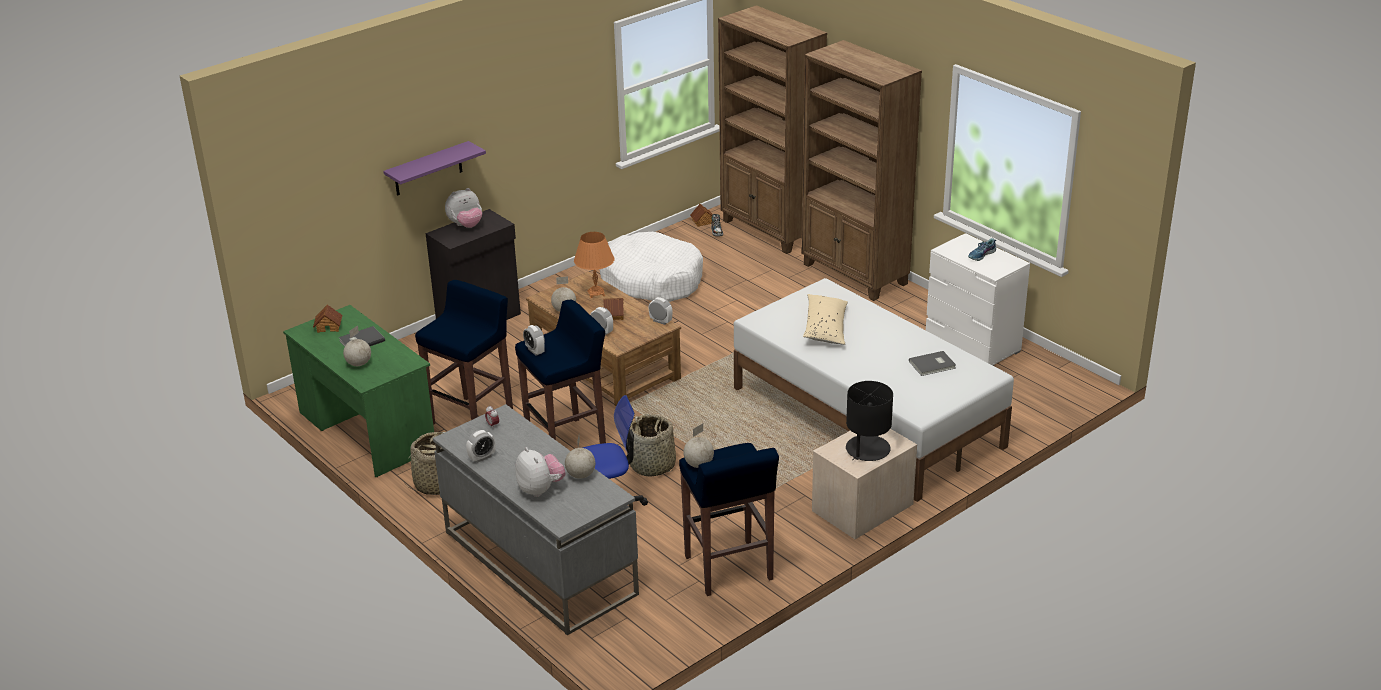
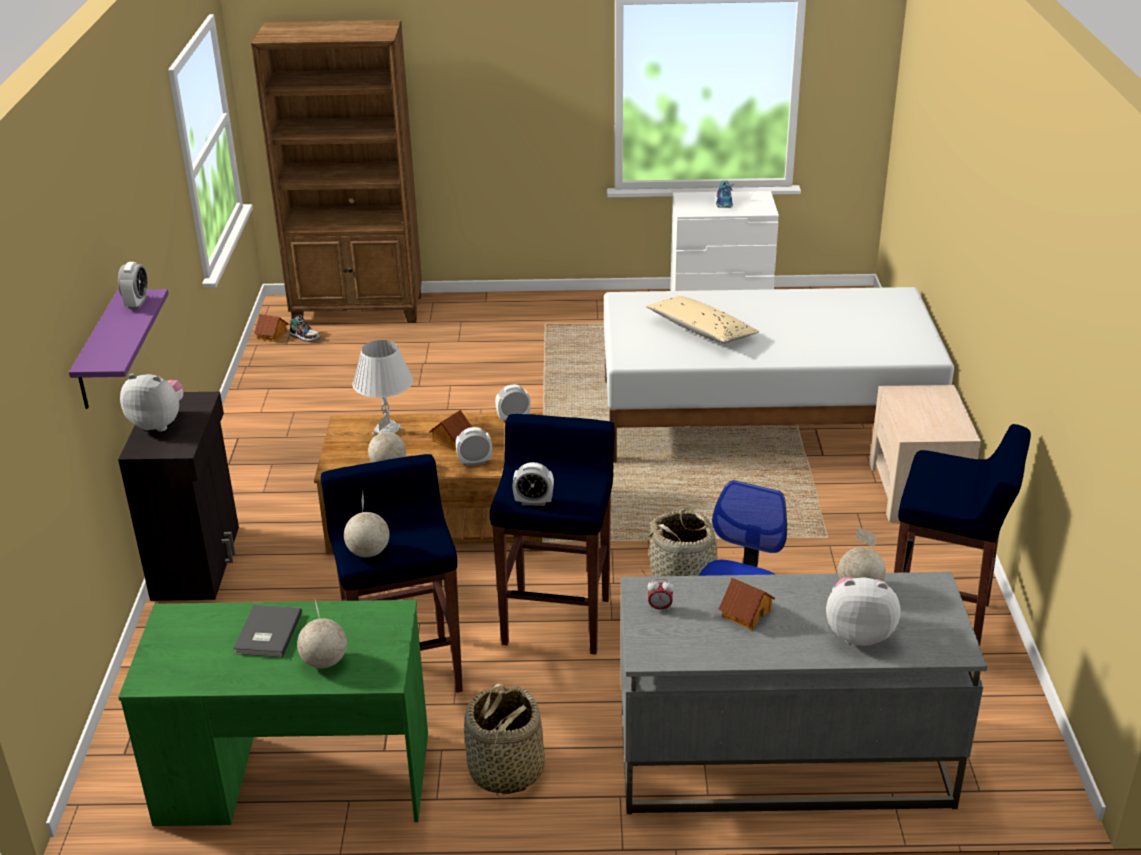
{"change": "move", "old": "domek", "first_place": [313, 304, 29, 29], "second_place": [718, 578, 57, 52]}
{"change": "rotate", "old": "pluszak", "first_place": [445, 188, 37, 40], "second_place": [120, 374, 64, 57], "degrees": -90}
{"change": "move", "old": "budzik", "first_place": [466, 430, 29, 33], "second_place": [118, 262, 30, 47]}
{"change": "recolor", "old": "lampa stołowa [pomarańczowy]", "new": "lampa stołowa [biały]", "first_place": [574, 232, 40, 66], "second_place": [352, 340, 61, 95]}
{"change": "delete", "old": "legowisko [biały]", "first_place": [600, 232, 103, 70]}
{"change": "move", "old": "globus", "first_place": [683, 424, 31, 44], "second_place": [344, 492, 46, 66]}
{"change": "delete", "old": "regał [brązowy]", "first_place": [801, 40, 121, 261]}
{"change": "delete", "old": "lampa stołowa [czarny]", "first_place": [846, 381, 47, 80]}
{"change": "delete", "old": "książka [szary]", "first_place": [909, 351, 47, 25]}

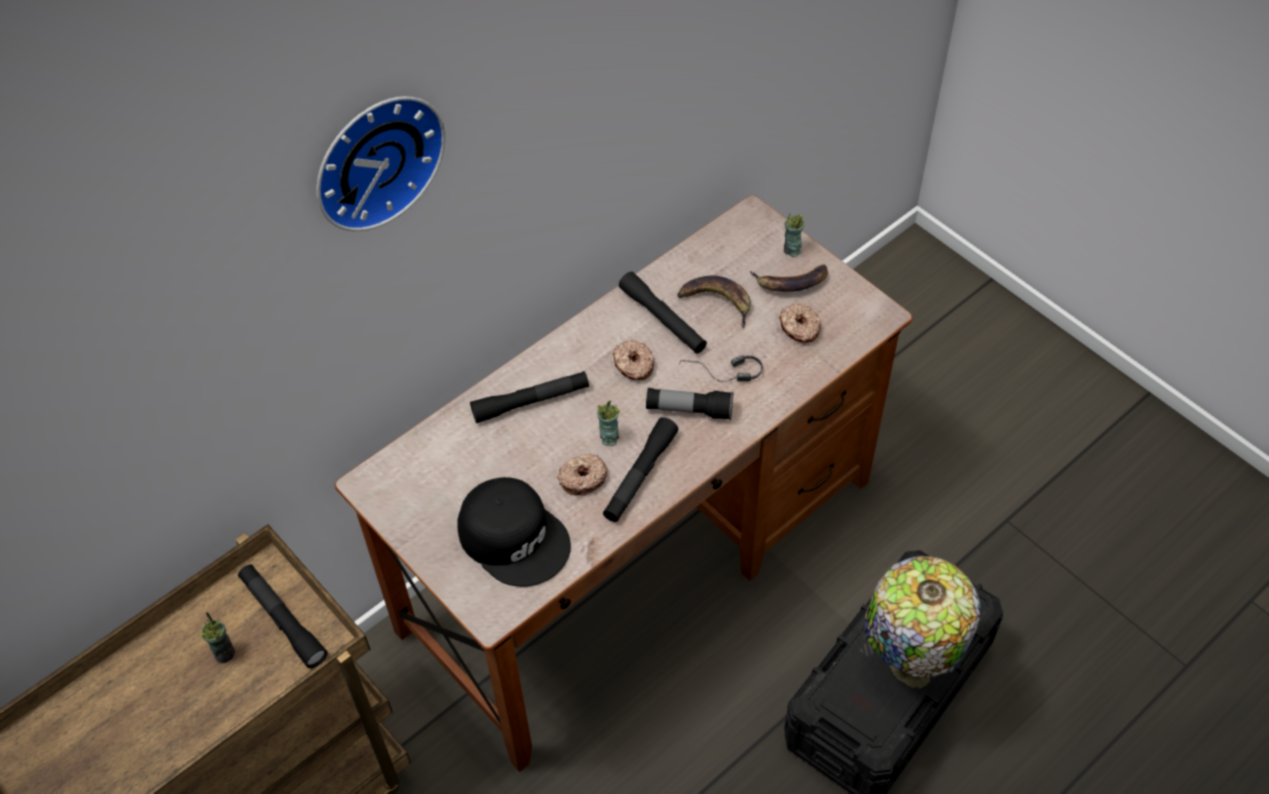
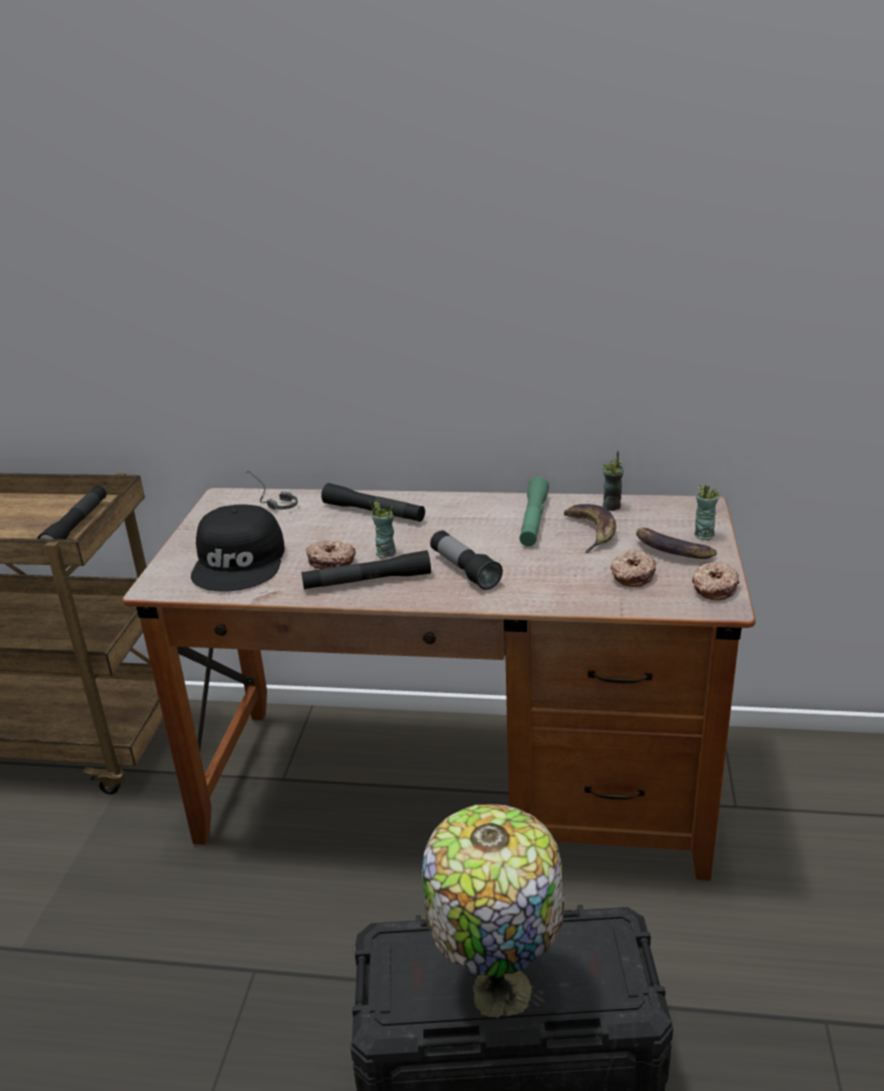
{"change": "move", "old": "filiżanka", "first_place": [199, 612, 36, 51], "second_place": [603, 451, 21, 60]}
{"change": "delete", "old": "zegar ścienny", "first_place": [317, 96, 128, 135]}
{"change": "move", "old": "donut", "first_place": [613, 340, 41, 40], "second_place": [692, 562, 47, 38]}
{"change": "recolor", "old": "latarka [czarny]", "new": "latarka [zielony]", "first_place": [619, 272, 88, 82], "second_place": [520, 477, 29, 69]}
{"change": "move", "old": "słuchawki", "first_place": [679, 355, 84, 27], "second_place": [245, 471, 53, 39]}

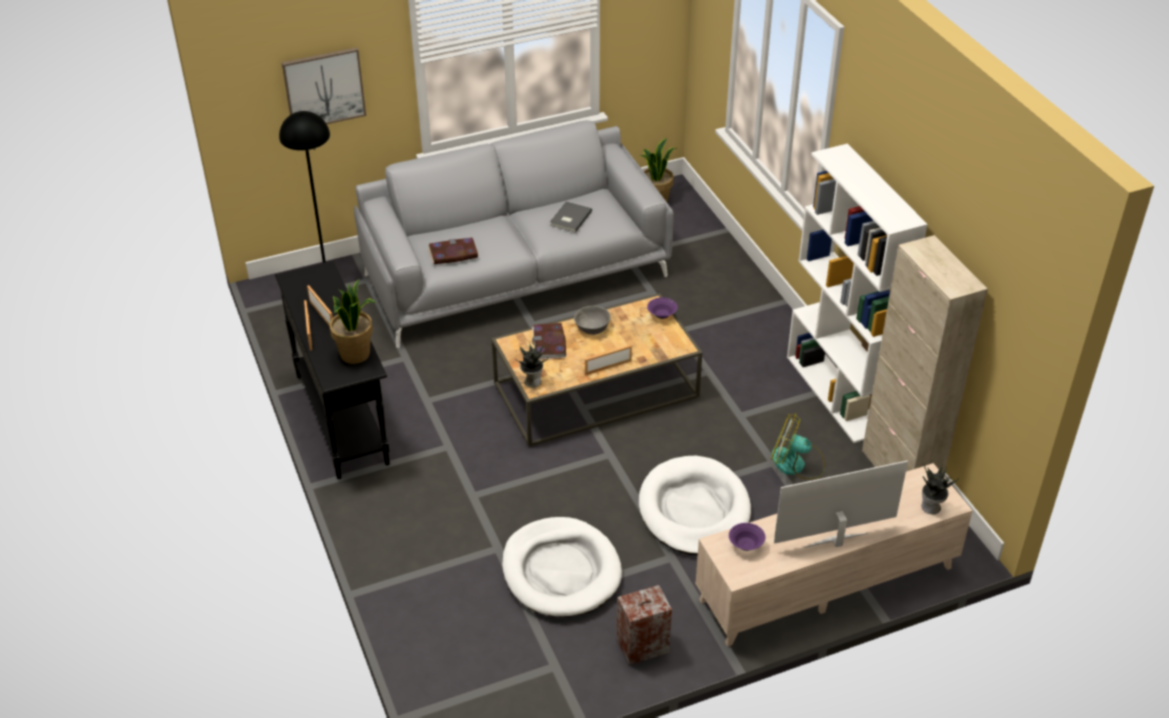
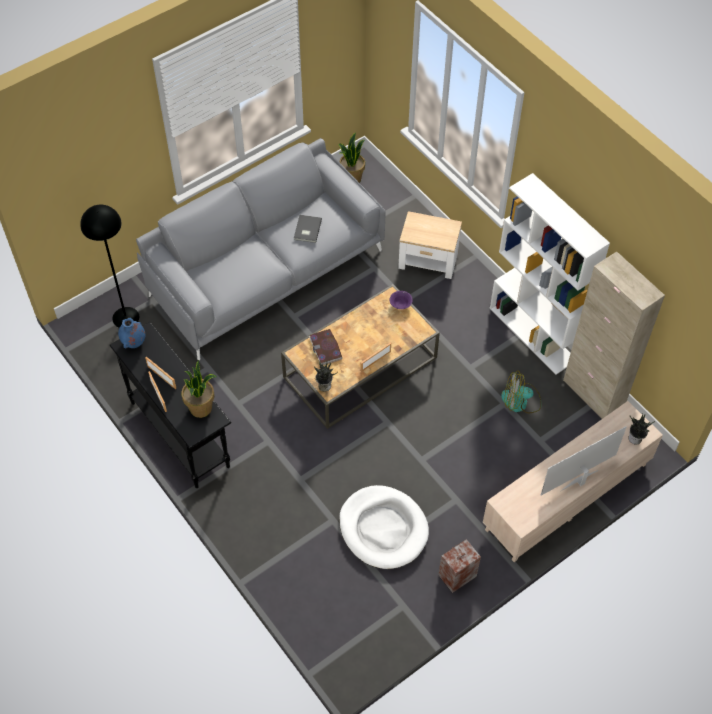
{"change": "delete", "old": "obraz", "first_place": [282, 47, 84, 77]}
{"change": "delete", "old": "książka", "first_place": [428, 237, 51, 27]}
{"change": "delete", "old": "miska [szary]", "first_place": [574, 306, 36, 29]}
{"change": "delete", "old": "legowisko [biały]", "first_place": [639, 456, 112, 100]}
{"change": "delete", "old": "miska [fioletowy]", "first_place": [729, 523, 37, 28]}
{"change": "insert", "new": "wazon [niebieski]", "second_place": [118, 318, 27, 30]}
{"change": "insert", "new": "stolik", "second_place": [398, 211, 64, 68]}

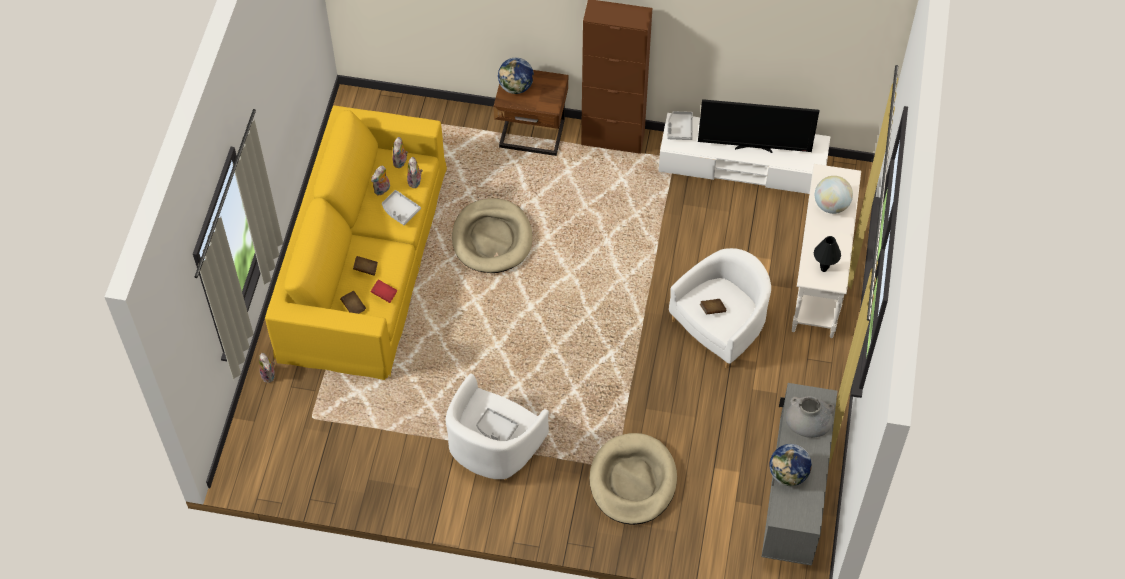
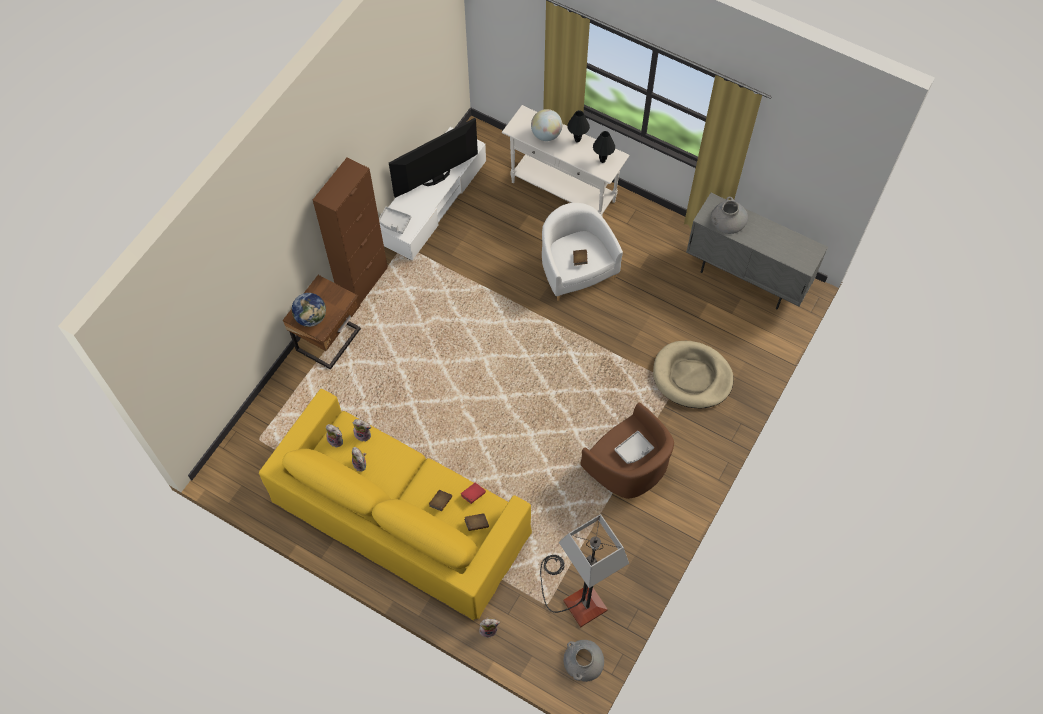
{"change": "delete", "old": "taca [szary]", "first_place": [382, 190, 39, 35]}
{"change": "recolor", "old": "fotel [biały]", "new": "fotel [brązowy]", "first_place": [446, 373, 103, 107], "second_place": [580, 402, 94, 97]}
{"change": "delete", "old": "legowisko [beżowy]", "first_place": [452, 198, 81, 75]}
{"change": "rotate", "old": "telewizor", "first_place": [698, 99, 121, 54], "second_place": [389, 118, 89, 80], "degrees": -150}
{"change": "delete", "old": "globus", "first_place": [769, 444, 43, 42]}
{"change": "insert", "new": "lampa stojąca", "second_place": [540, 514, 89, 113]}
{"change": "insert", "new": "wazon [szary]", "second_place": [563, 640, 41, 42]}
{"change": "insert", "new": "lampa stołowa [czarny]", "second_place": [567, 110, 23, 33]}

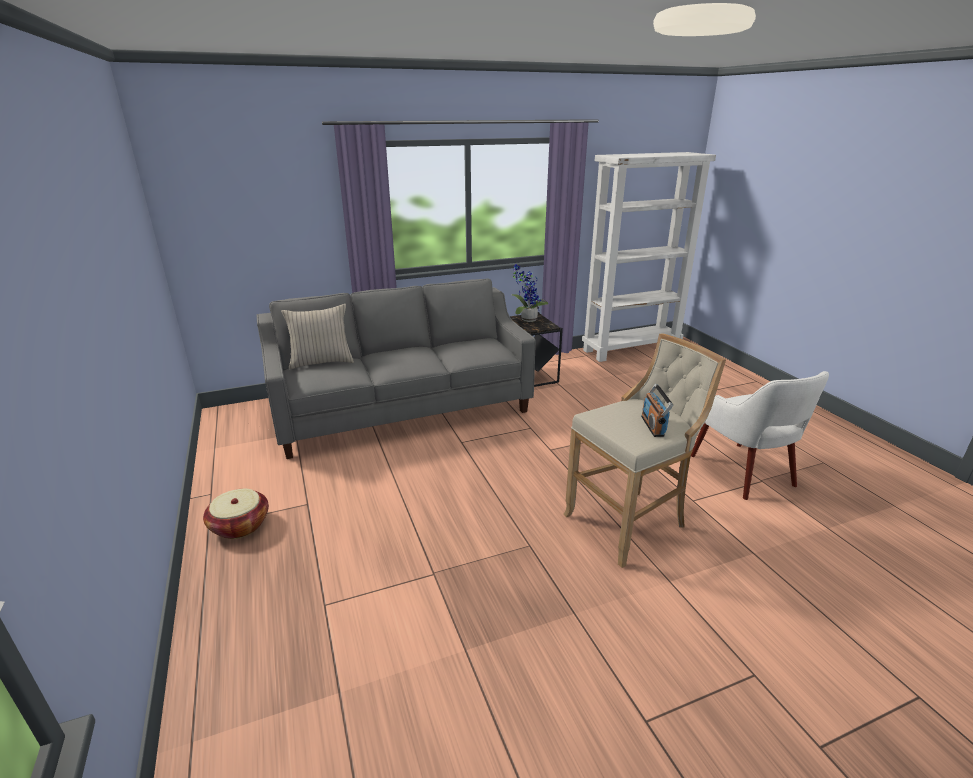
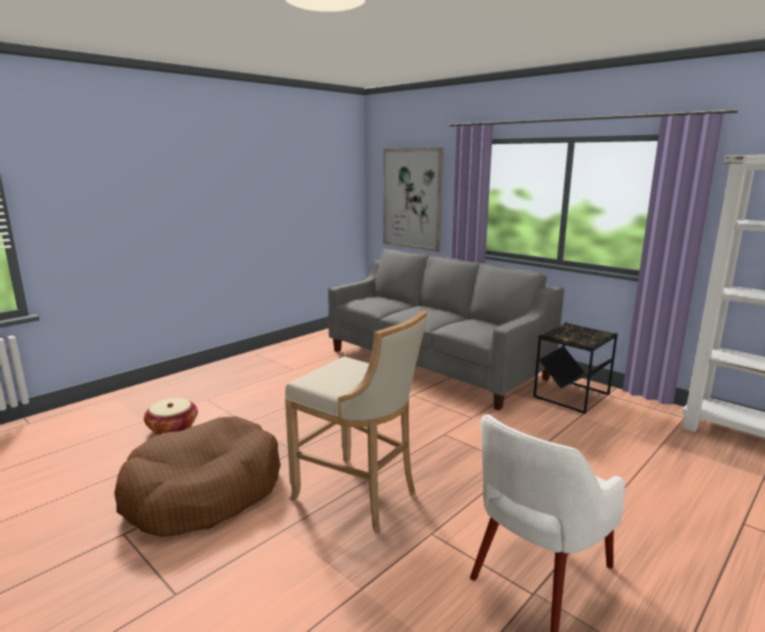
{"change": "move", "old": "koszyk", "first_place": [203, 489, 66, 50], "second_place": [144, 398, 54, 37]}
{"change": "delete", "old": "poduszka [beżowy]", "first_place": [281, 304, 73, 65]}
{"change": "delete", "old": "roślina doniczkowa", "first_place": [512, 264, 36, 58]}
{"change": "delete", "old": "radio", "first_place": [641, 384, 32, 53]}
{"change": "insert", "new": "legowisko [brązowy]", "second_place": [114, 416, 167, 121]}
{"change": "insert", "new": "obraz", "second_place": [383, 148, 60, 104]}

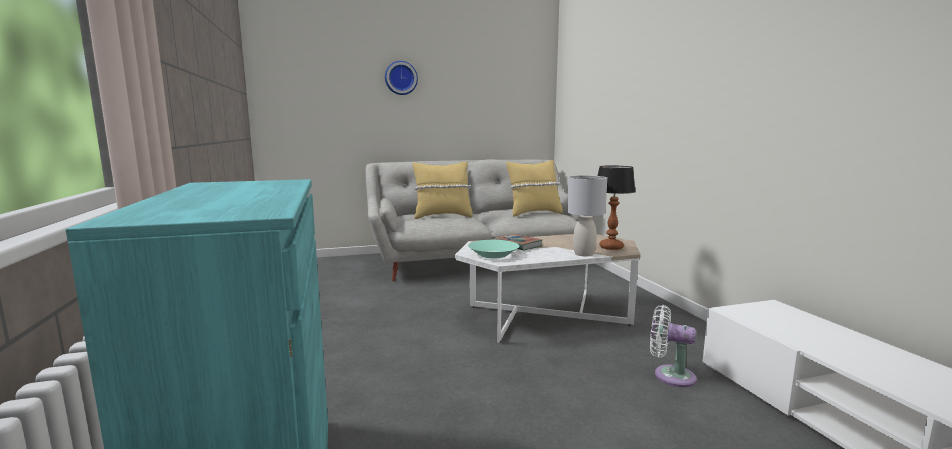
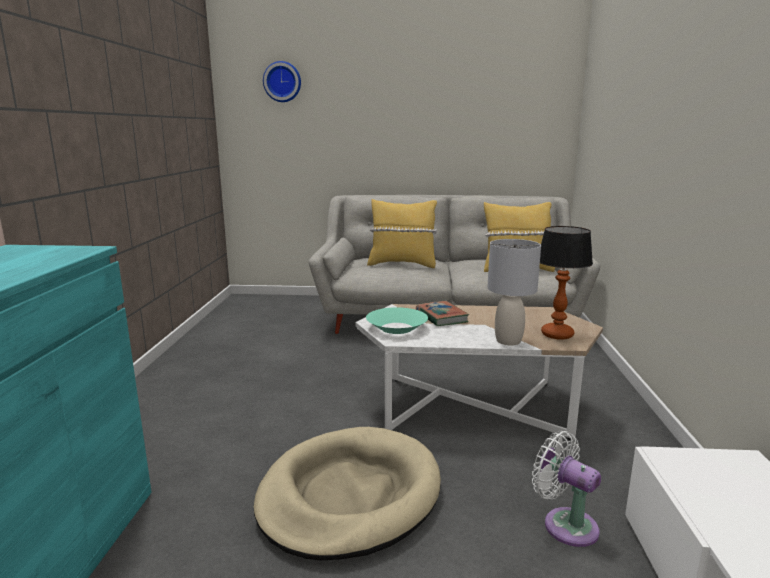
{"change": "move", "old": "zegar ścienny", "first_place": [385, 61, 33, 34], "second_place": [263, 61, 38, 41]}
{"change": "insert", "new": "legowisko [beżowy]", "second_place": [254, 427, 187, 133]}

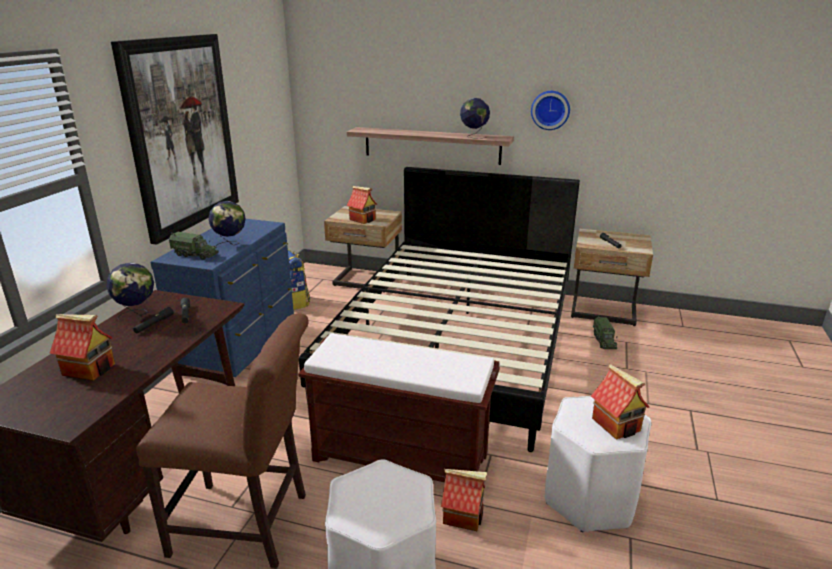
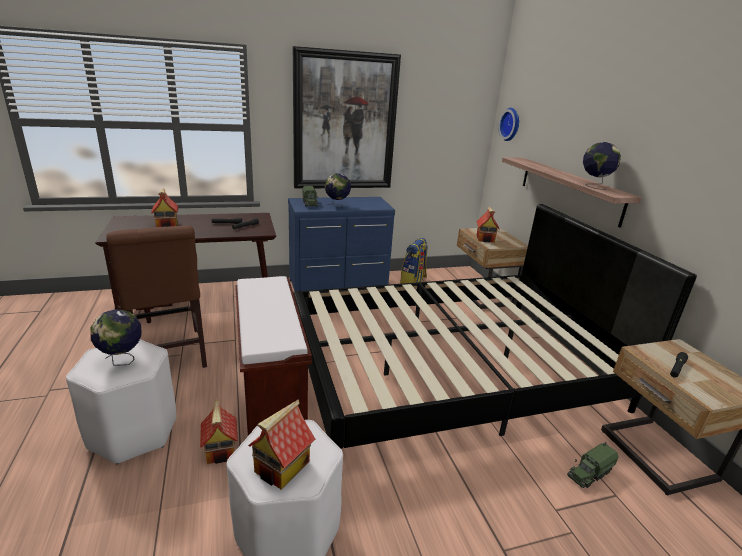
{"change": "move", "old": "globus", "first_place": [106, 263, 48, 57], "second_place": [90, 309, 52, 57]}
{"change": "move", "old": "zegar ścienny", "first_place": [531, 91, 39, 39], "second_place": [498, 108, 21, 33]}

